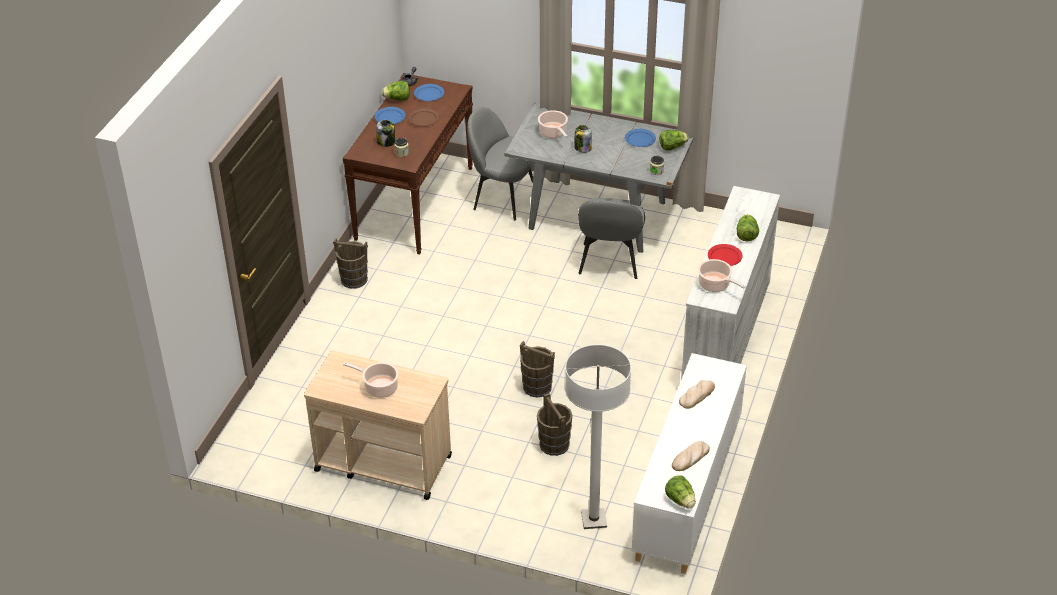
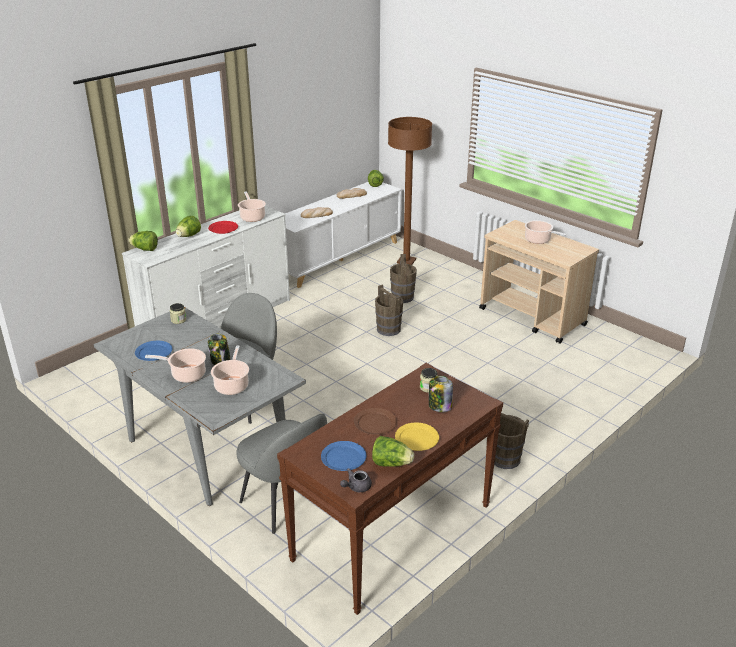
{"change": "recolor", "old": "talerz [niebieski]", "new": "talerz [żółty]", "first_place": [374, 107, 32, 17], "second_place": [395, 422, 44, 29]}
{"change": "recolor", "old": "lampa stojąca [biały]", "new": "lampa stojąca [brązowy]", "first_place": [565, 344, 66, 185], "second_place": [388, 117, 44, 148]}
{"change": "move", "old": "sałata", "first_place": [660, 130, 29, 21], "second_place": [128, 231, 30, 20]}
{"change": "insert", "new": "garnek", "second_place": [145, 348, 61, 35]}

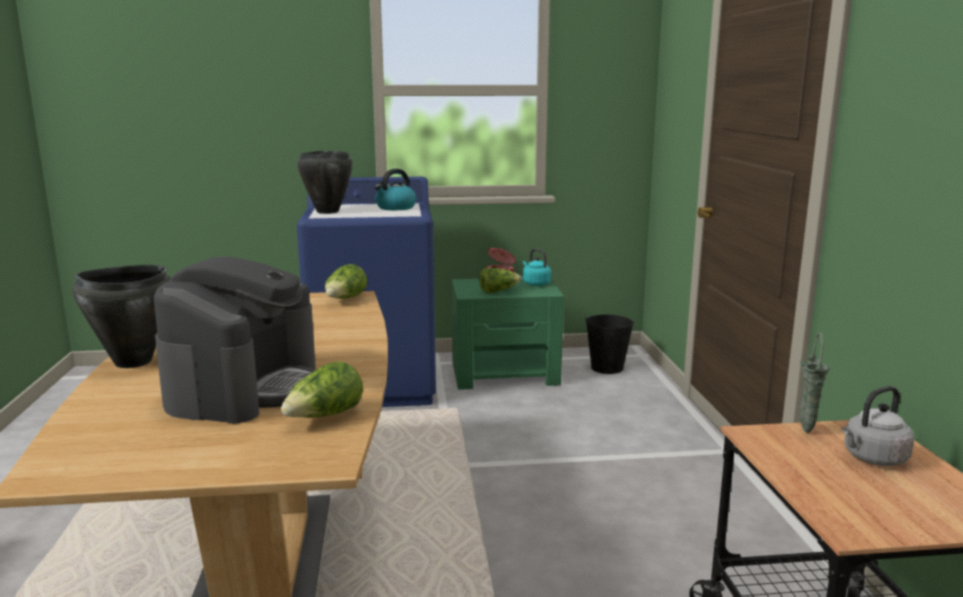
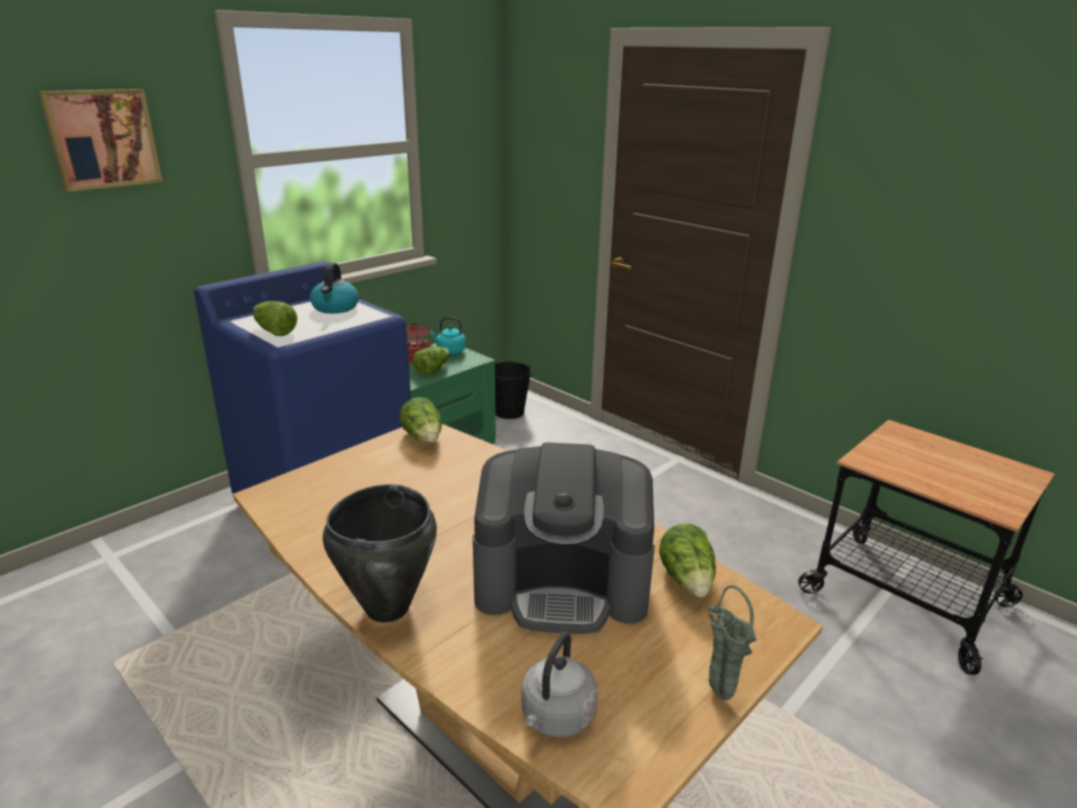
{"change": "rotate", "old": "ekspres do kawy", "first_place": [153, 257, 163, 167], "second_place": [473, 442, 182, 192], "degrees": 120}
{"change": "replace", "old": "garnek [czarny]", "new": "sałata", "first_place": [297, 151, 56, 63], "second_place": [253, 301, 44, 35]}
{"change": "move", "old": "wazon [zielony]", "first_place": [800, 332, 30, 101], "second_place": [708, 585, 48, 115]}
{"change": "move", "old": "czajnik [szary]", "first_place": [842, 386, 73, 80], "second_place": [522, 632, 76, 105]}
{"change": "insert", "new": "obraz", "second_place": [39, 89, 123, 103]}

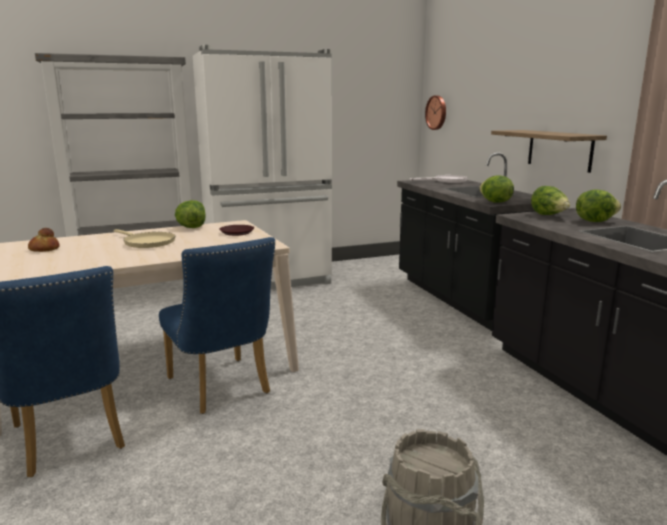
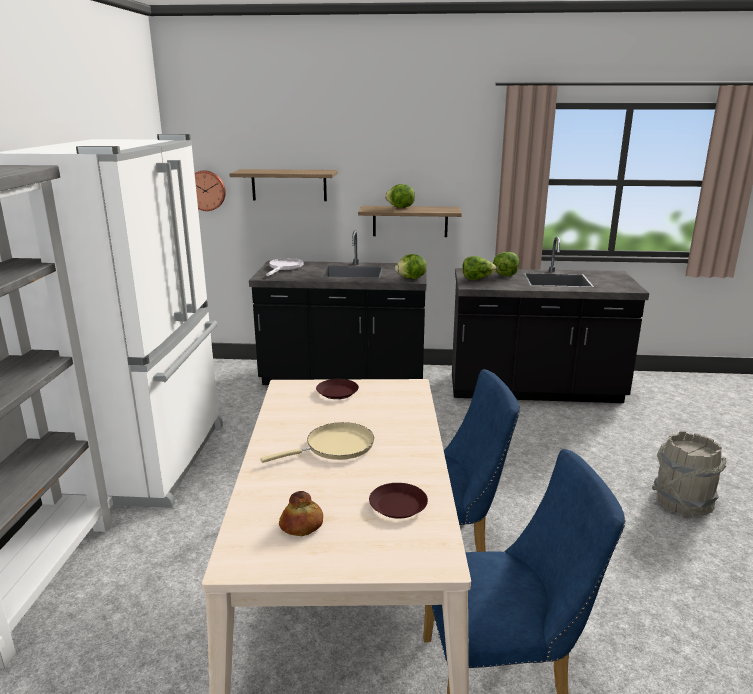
{"change": "move", "old": "sałata", "first_place": [175, 200, 31, 28], "second_place": [385, 184, 30, 24]}
{"change": "insert", "new": "półka", "second_place": [229, 169, 108, 32]}
{"change": "insert", "new": "talerz [brązowy]", "second_place": [369, 483, 59, 36]}

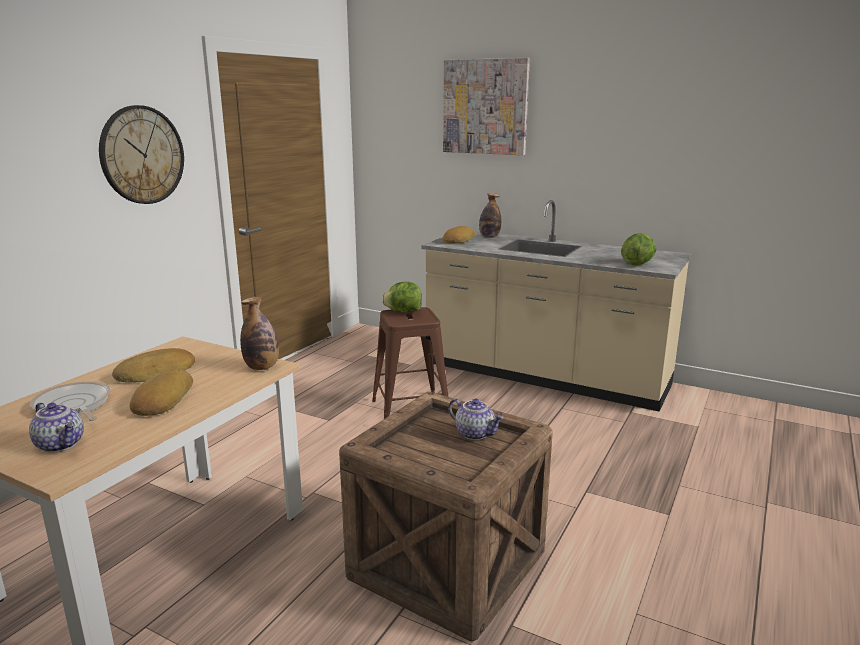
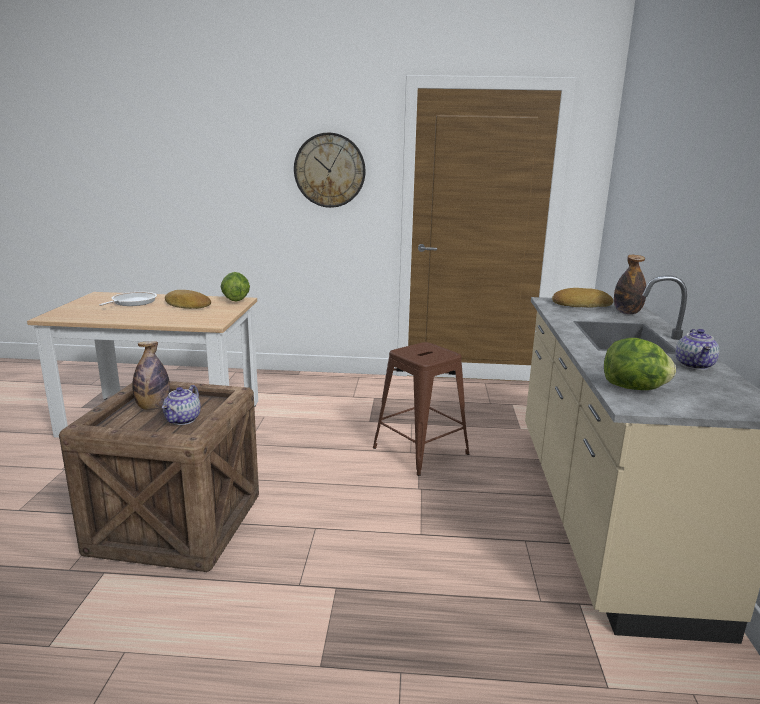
{"change": "move", "old": "imbryk", "first_place": [29, 403, 55, 50], "second_place": [675, 329, 44, 41]}
{"change": "delete", "old": "chleb", "first_place": [130, 369, 63, 47]}
{"change": "move", "old": "butelka", "first_place": [240, 296, 39, 74], "second_place": [132, 341, 38, 69]}
{"change": "move", "old": "sałata", "first_place": [382, 281, 40, 32], "second_place": [221, 272, 29, 30]}
{"change": "delete", "old": "obraz", "first_place": [443, 58, 87, 97]}

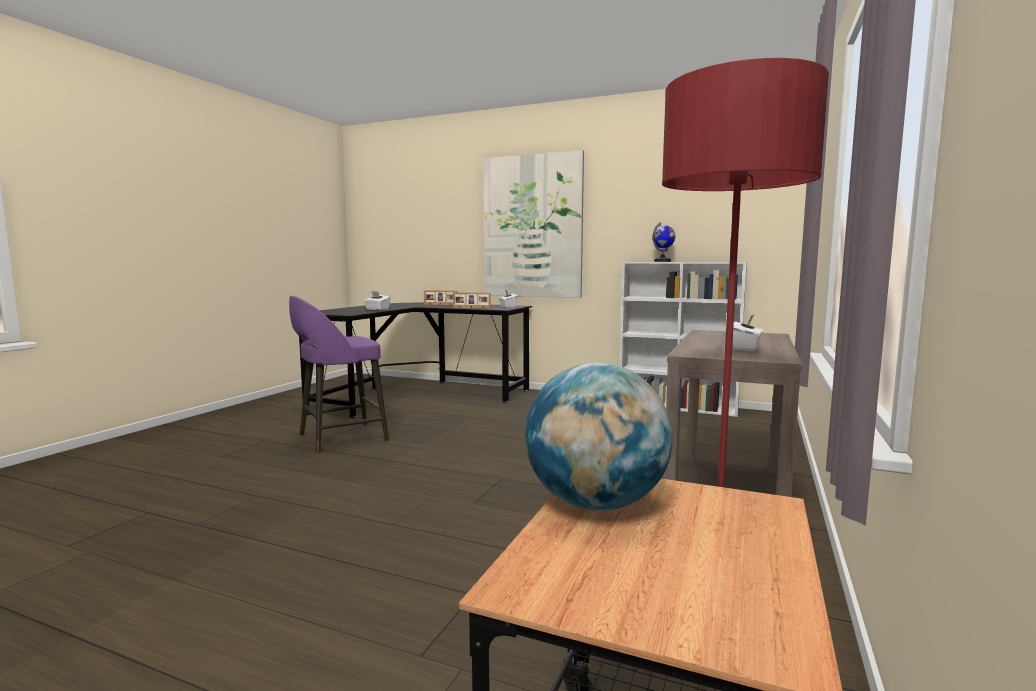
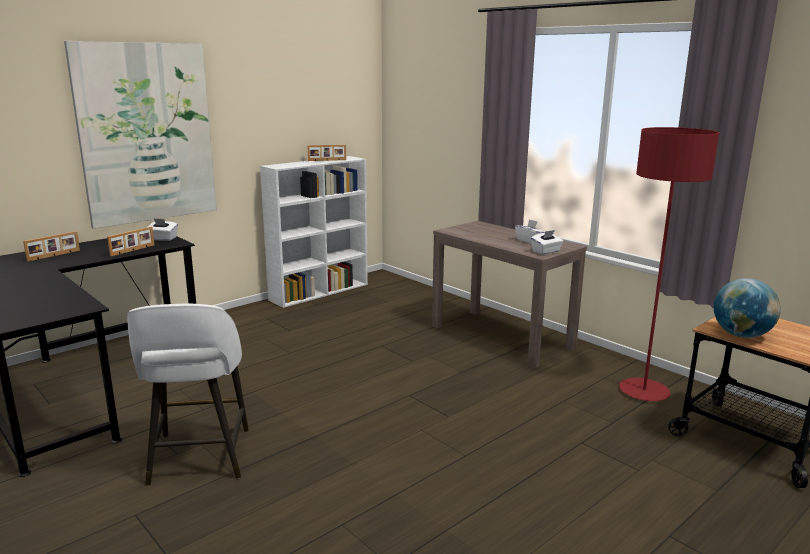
{"change": "recolor", "old": "stołek [fioletowy]", "new": "stołek [biały]", "first_place": [289, 296, 100, 157], "second_place": [127, 304, 122, 182]}
{"change": "move", "old": "pudełko chusteczek [biały]", "first_place": [364, 291, 27, 19], "second_place": [531, 230, 32, 25]}
{"change": "delete", "old": "globus", "first_place": [652, 222, 23, 40]}
{"change": "insert", "new": "ramka na zdjęcie", "second_place": [307, 145, 39, 16]}

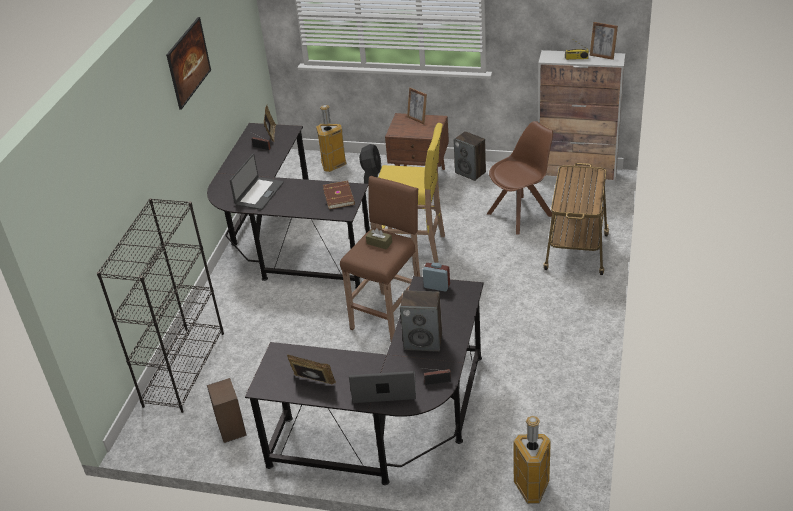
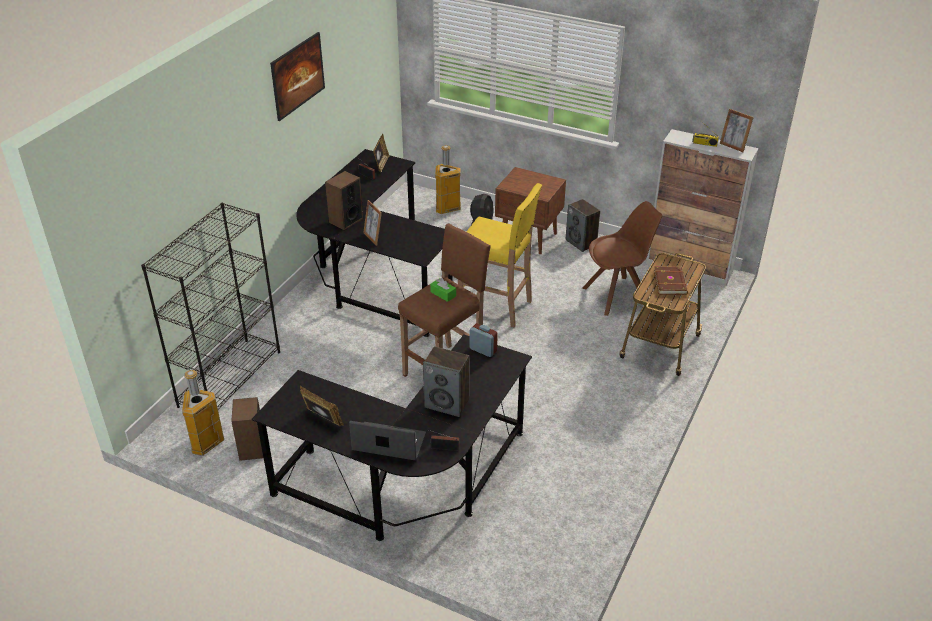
{"change": "replace", "old": "laptop", "new": "głośnik", "first_place": [230, 154, 54, 56], "second_place": [325, 171, 38, 59]}
{"change": "move", "old": "książka [brązowy]", "first_place": [323, 181, 32, 28], "second_place": [654, 266, 34, 29]}
{"change": "recolor", "old": "pudełko chusteczek [brązowy]", "new": "pudełko chusteczek [zielony]", "first_place": [366, 228, 26, 22], "second_place": [430, 278, 26, 24]}
{"change": "move", "old": "ramka na zdjęcie", "first_place": [407, 87, 20, 37], "second_place": [363, 200, 19, 46]}
{"change": "move", "old": "kosz na śmieci", "first_place": [513, 416, 38, 88], "second_place": [182, 370, 42, 86]}

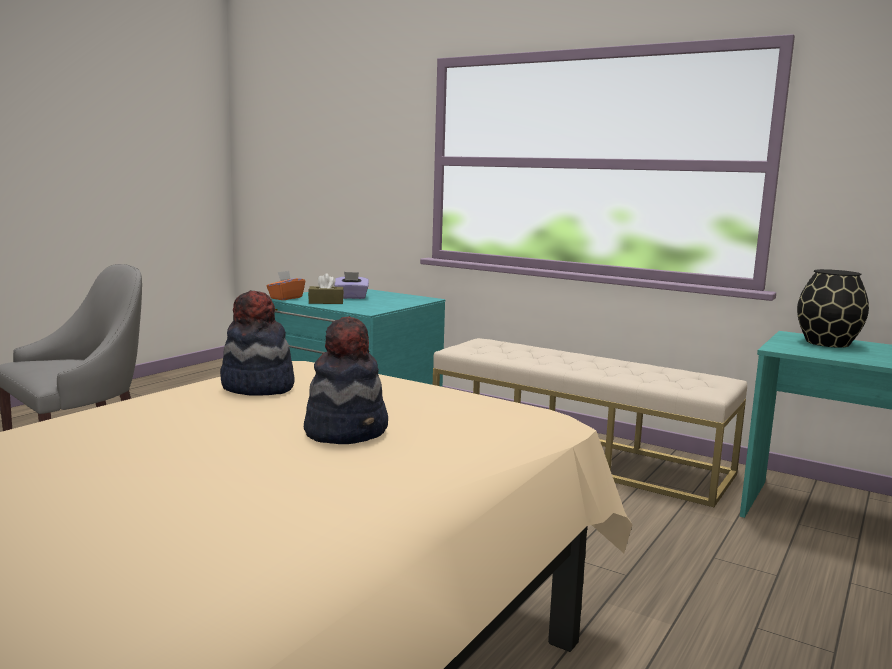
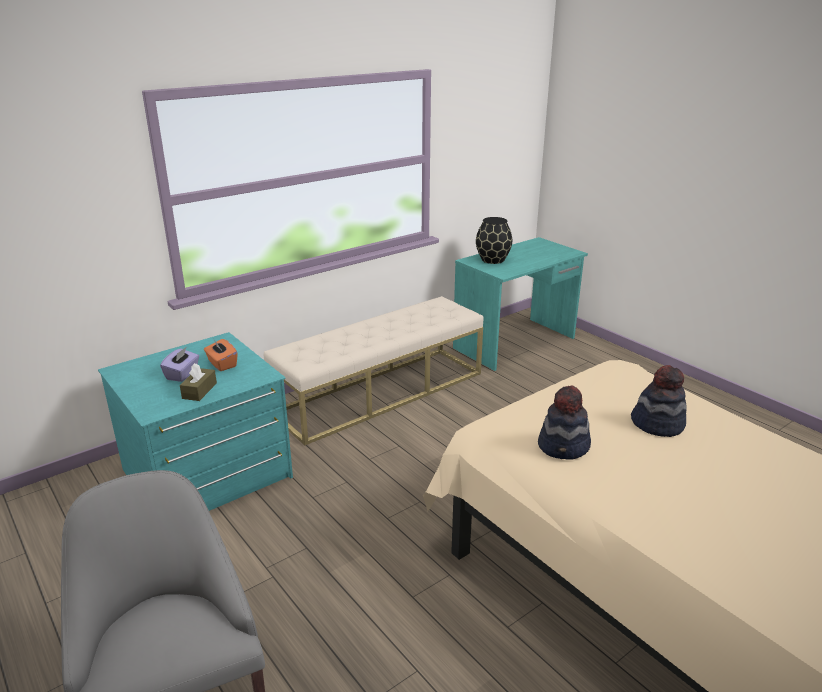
{"change": "move", "old": "pudełko chusteczek [pomarańczowy]", "first_place": [267, 271, 38, 29], "second_place": [204, 339, 34, 32]}

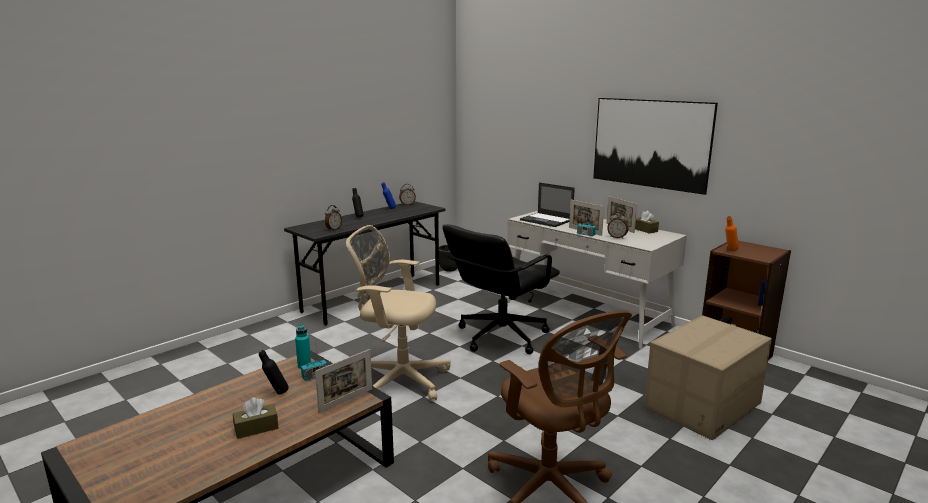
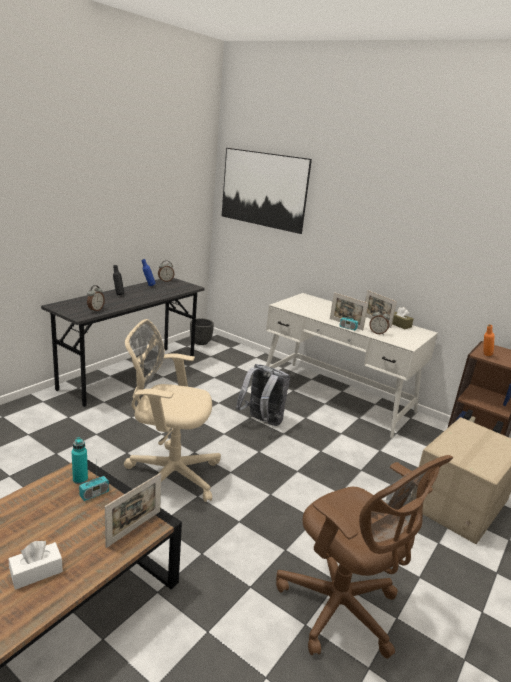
{"change": "recolor", "old": "pudełko chusteczek [brązowy]", "new": "pudełko chusteczek [biały]", "first_place": [233, 397, 45, 42], "second_place": [9, 541, 54, 49]}
{"change": "delete", "old": "butelka [czarny]", "first_place": [258, 350, 31, 45]}
{"change": "replace", "old": "krzesło biurowe [czarny]", "new": "plecak [szary]", "first_place": [442, 224, 118, 130], "second_place": [235, 364, 55, 62]}
{"change": "delete", "old": "laptop", "first_place": [520, 182, 55, 45]}
{"change": "move", "old": "obraz", "first_place": [593, 98, 125, 97], "second_place": [222, 148, 90, 86]}

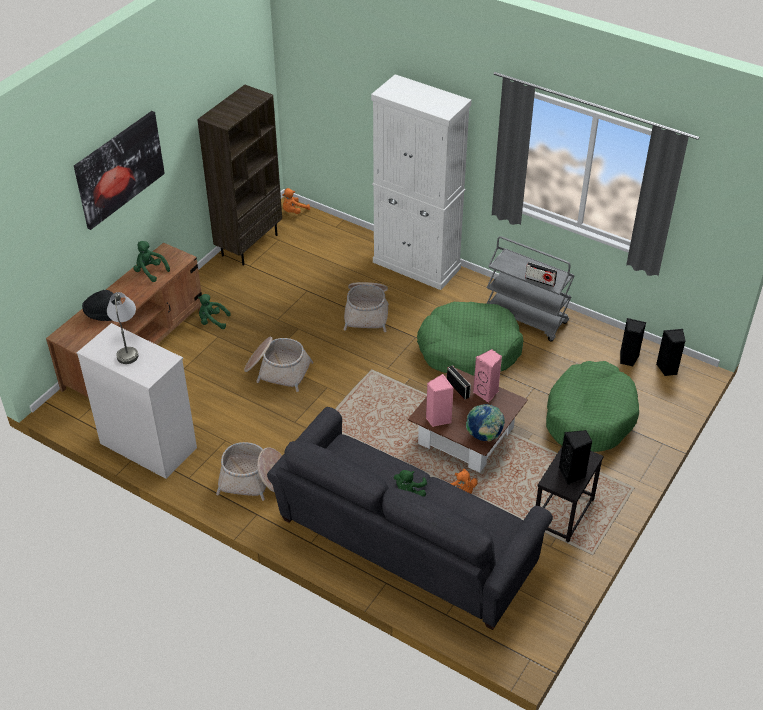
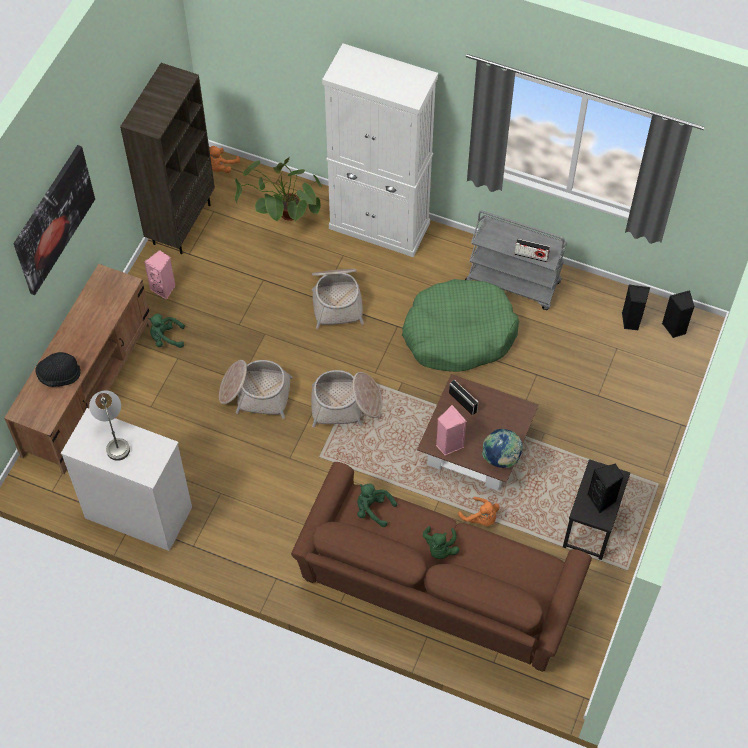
{"change": "move", "old": "pluszak [zielony]", "first_place": [133, 241, 37, 41], "second_place": [357, 483, 40, 44]}
{"change": "move", "old": "koszyk", "first_place": [216, 442, 66, 59], "second_place": [311, 370, 71, 58]}
{"change": "recolor", "old": "kanapa [szary]", "new": "kanapa [brązowy]", "first_place": [267, 407, 286, 223], "second_place": [291, 462, 301, 210]}
{"change": "move", "old": "głośnik [różowy]", "first_place": [473, 349, 29, 54], "second_place": [144, 250, 32, 50]}
{"change": "delete", "old": "legowisko [zielony]", "first_place": [546, 361, 93, 91]}
{"change": "insert", "new": "roślina doniczkowa", "second_place": [235, 158, 87, 64]}

